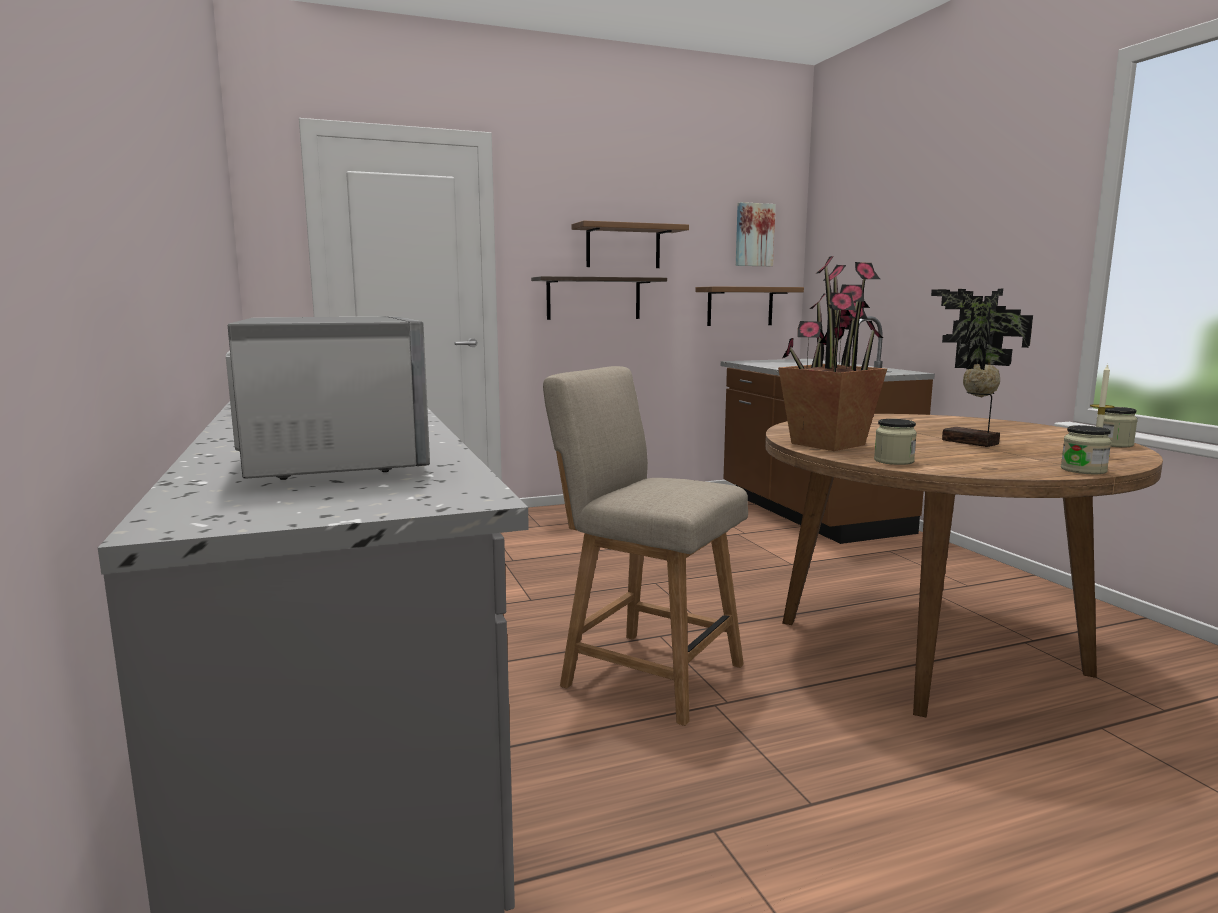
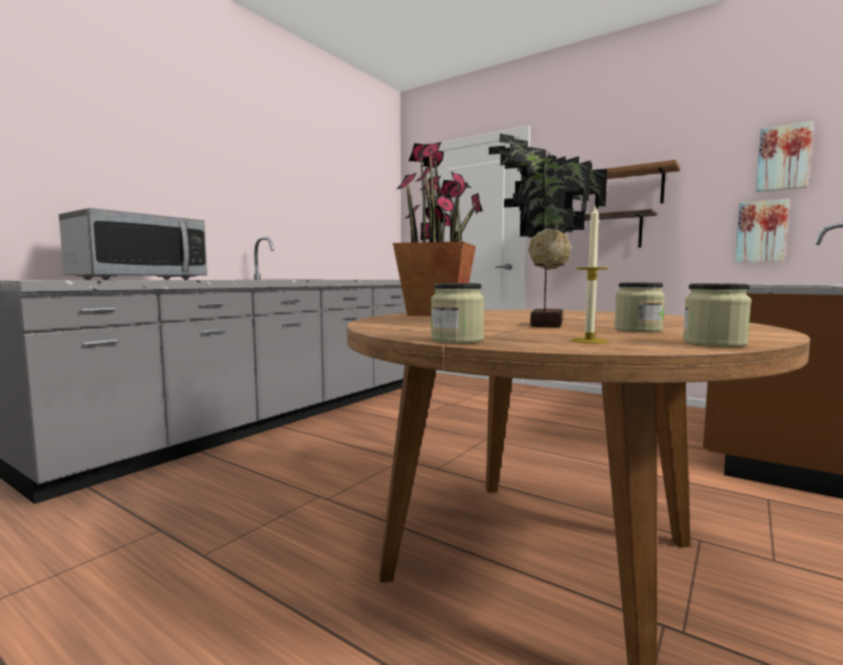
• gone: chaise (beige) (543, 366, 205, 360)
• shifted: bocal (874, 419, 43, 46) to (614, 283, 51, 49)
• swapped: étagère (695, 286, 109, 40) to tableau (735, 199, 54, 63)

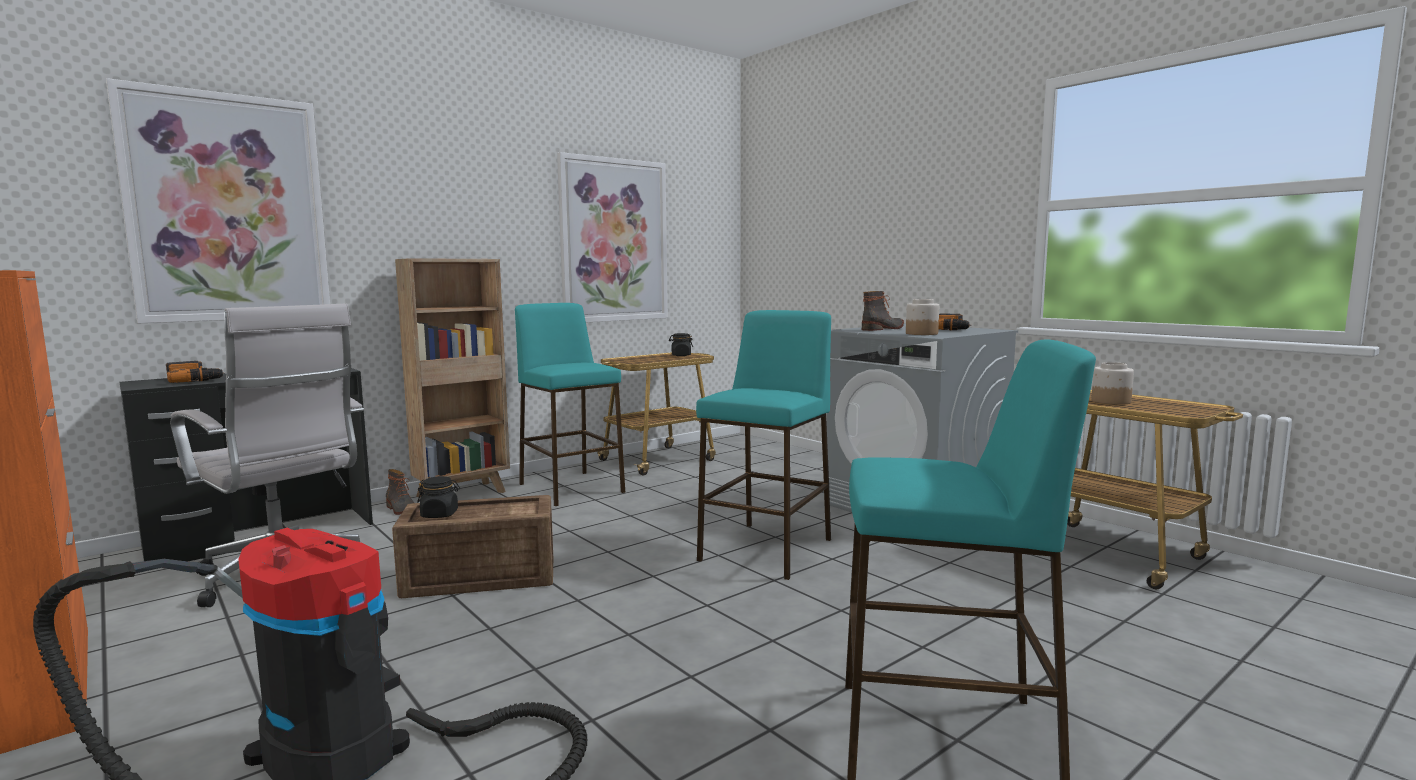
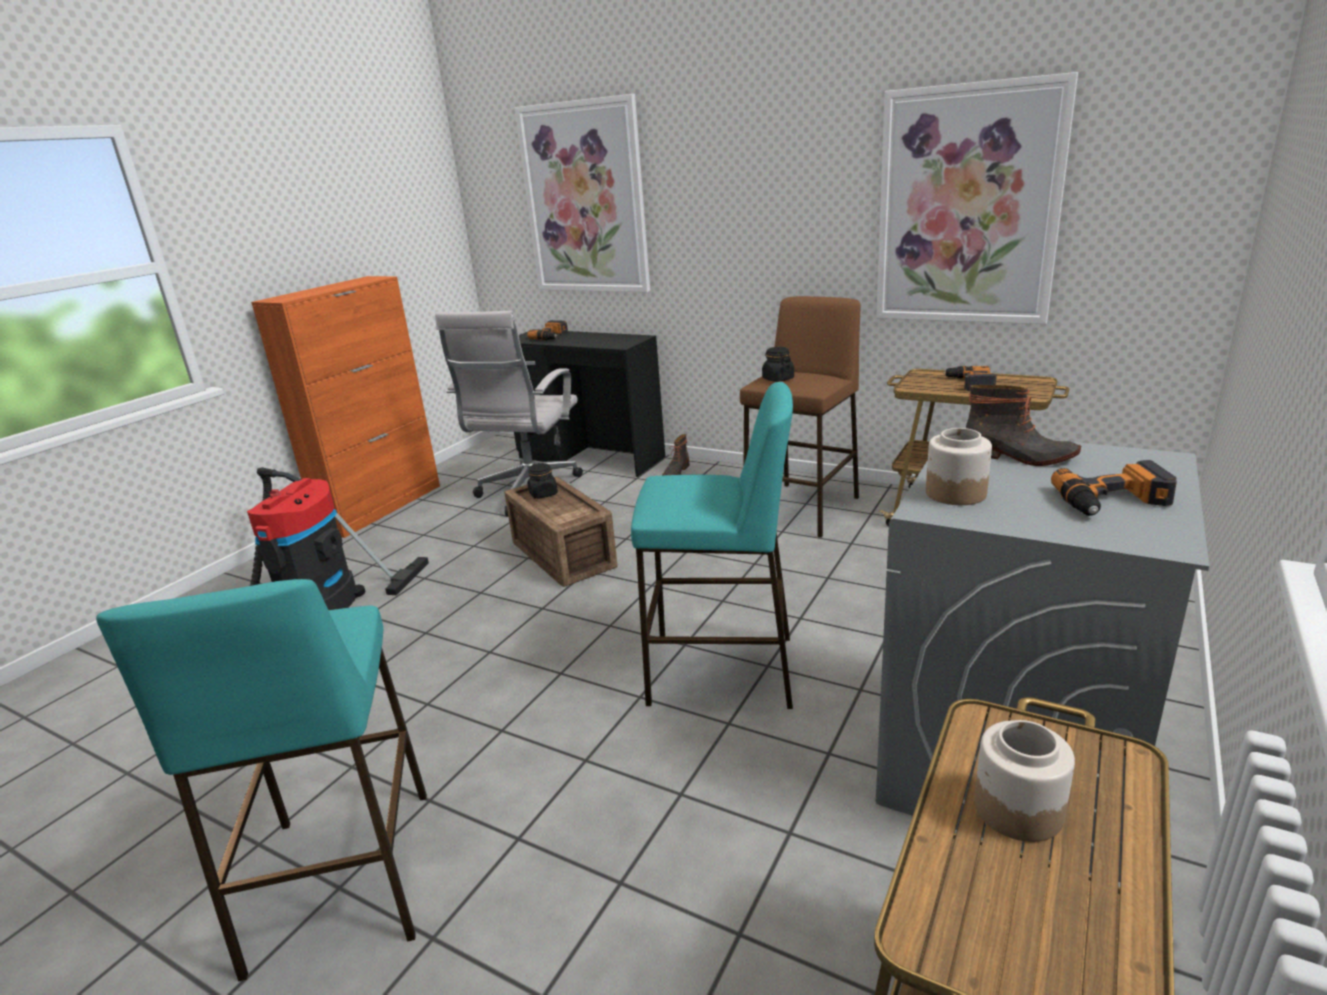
• gone: bibliothèque (marron) (395, 258, 115, 239)
• new: perceuse (943, 366, 54, 25)
• shifted: bocal (noir) (669, 333, 24, 23) to (762, 347, 32, 35)
• repainted: tabouret (turquoise) (515, 303, 110, 203) to tabouret (marron) (740, 296, 120, 242)

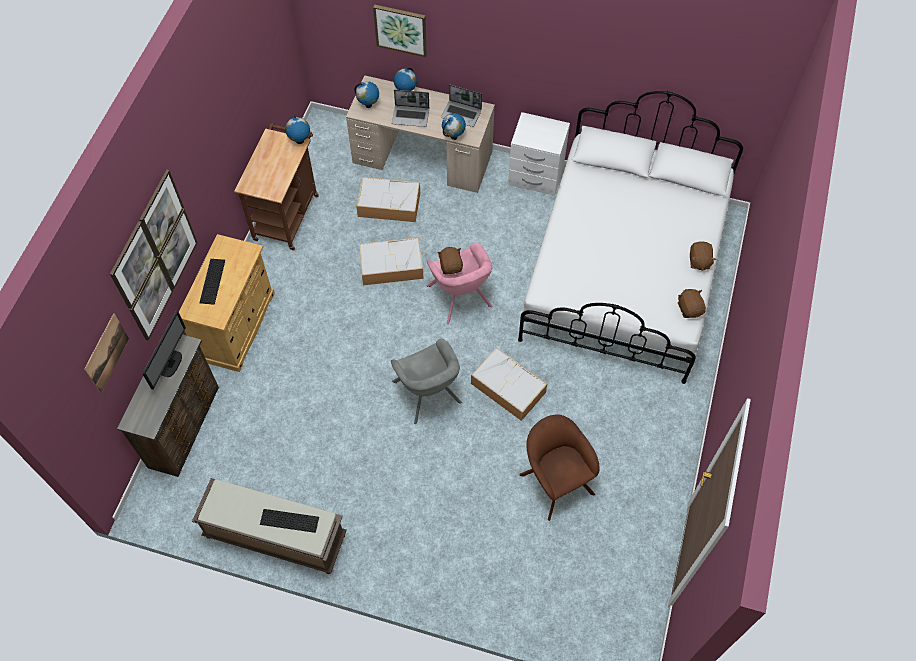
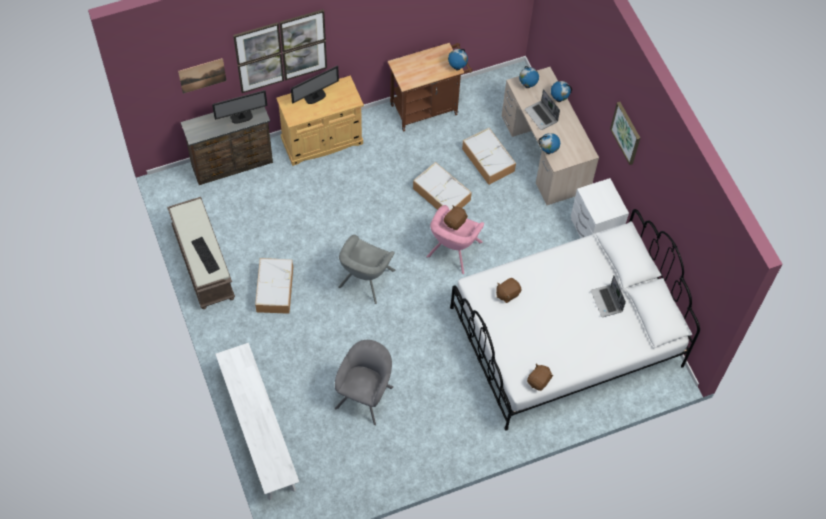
• new: banc (blanc) (215, 343, 84, 157)
• shifted: tableau (373, 4, 54, 53) to (610, 102, 30, 63)
• shifted: ordinateur portable (441, 85, 41, 42) to (591, 276, 35, 41)
• shifted: boîte de rangement (471, 347, 76, 74) to (255, 258, 38, 56)
• shifted: peluche (marron) (690, 241, 26, 30) to (496, 278, 26, 25)
• swapped: clavier (199, 259, 26, 46) to écran d'ordinateur (291, 65, 48, 39)
• repainted: fauteuil (marron) (519, 414, 81, 107) to fauteuil (gris) (335, 340, 58, 85)

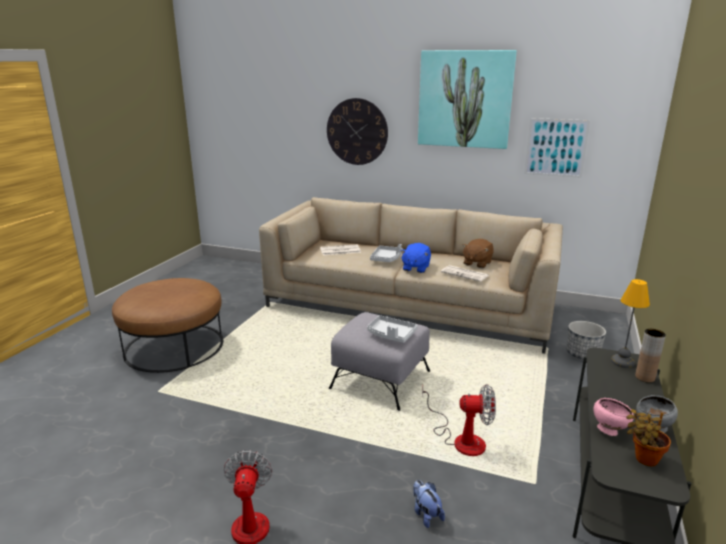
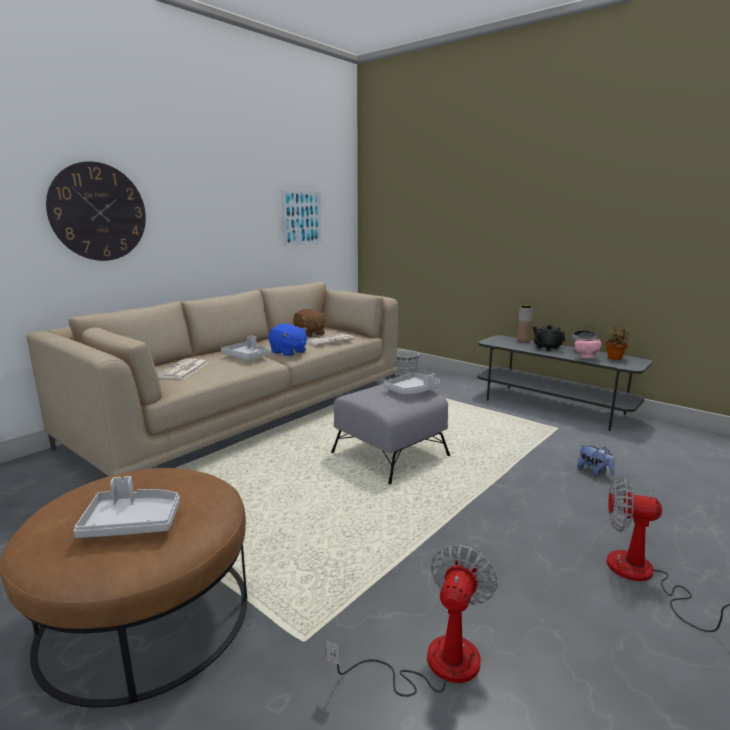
• gone: tableau (418, 50, 99, 99)
• gone: lampe de table (611, 279, 39, 89)
• new: plateau (gris) (73, 476, 107, 62)
• new: théière (noir) (533, 325, 32, 26)
• shifted: ventilateur (422, 384, 74, 72) to (326, 545, 172, 152)
• rotated: peluche (413, 480, 32, 48) = (577, 445, 38, 32) 120 degrees counterclockwise

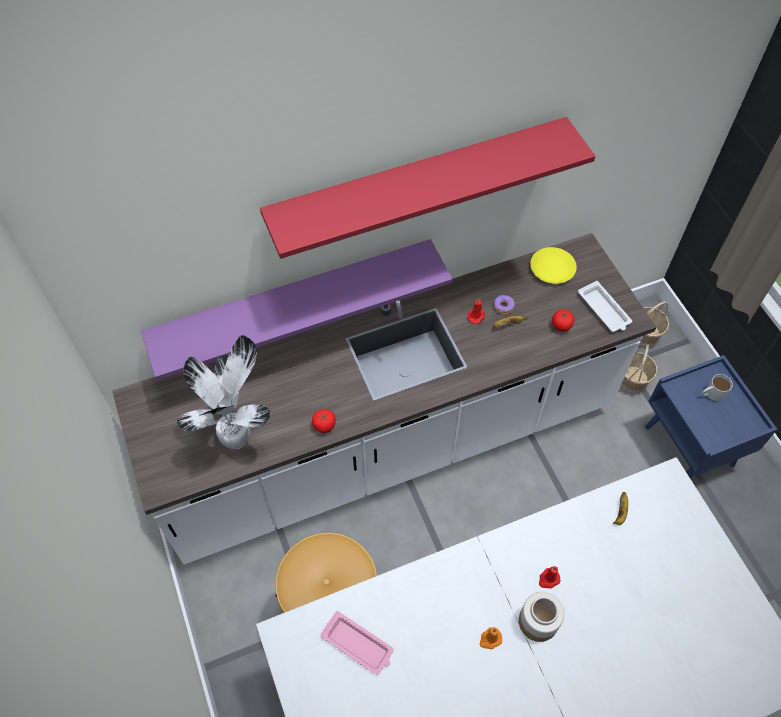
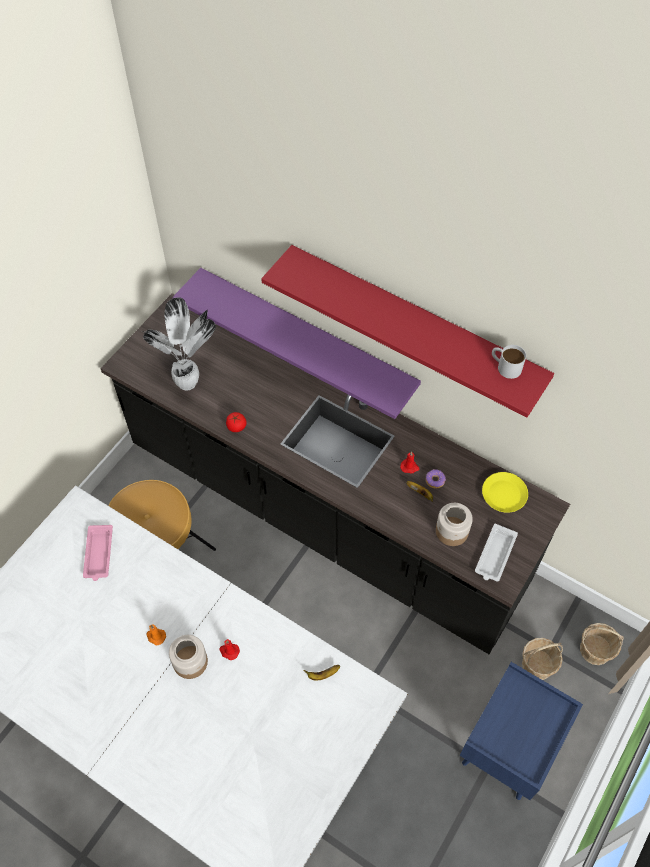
• shifted: mug (blanc) (701, 374, 32, 27) to (492, 345, 34, 34)
• swapped: tomate (552, 309, 22, 23) to bocal (436, 503, 37, 43)
• repainted: comptoir de cuisine (blanc) (112, 233, 544, 332) to comptoir de cuisine (noir) (100, 293, 470, 361)

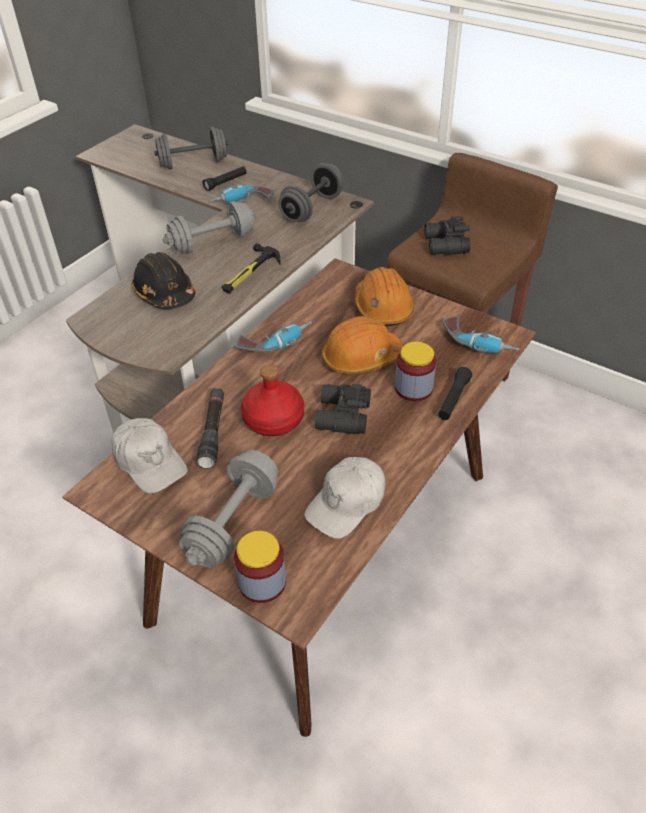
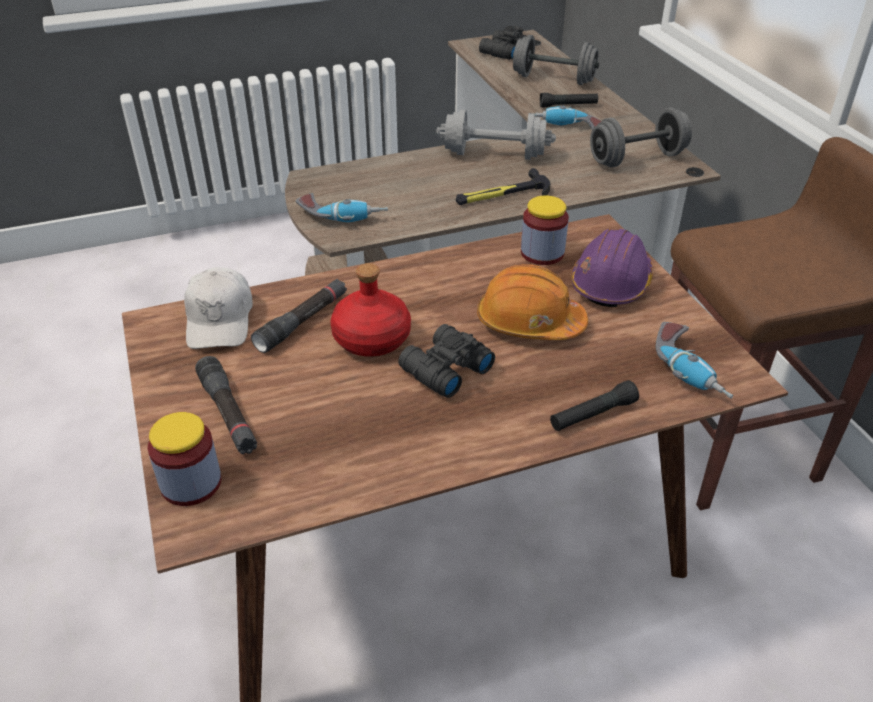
• gone: casque de chantier (noir) (132, 252, 63, 57)
• gone: casquette (blanc) (304, 457, 82, 82)
• shifted: perceuse (235, 321, 77, 31) to (296, 193, 92, 30)
• shifted: bocal (395, 342, 41, 59) to (521, 196, 48, 69)
• shifted: jumelles (noir) (424, 216, 47, 39) to (479, 26, 48, 34)
• swapped: haltère (gris) (179, 450, 99, 118) to lampe de poche (noir) (195, 356, 62, 98)
• repainted: casque de chantier (orange) (355, 267, 60, 59) to casque de chantier (violet) (571, 229, 82, 78)

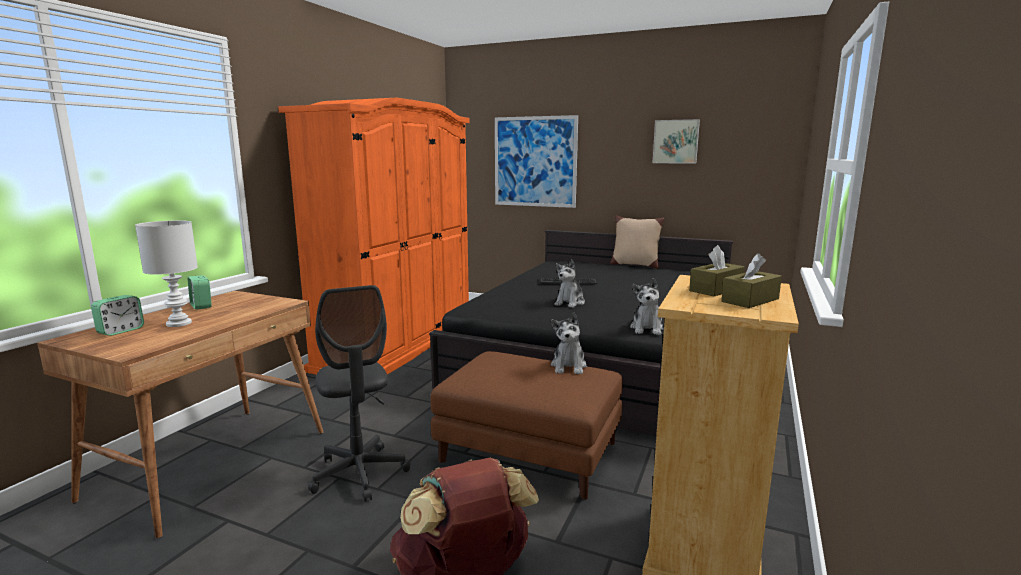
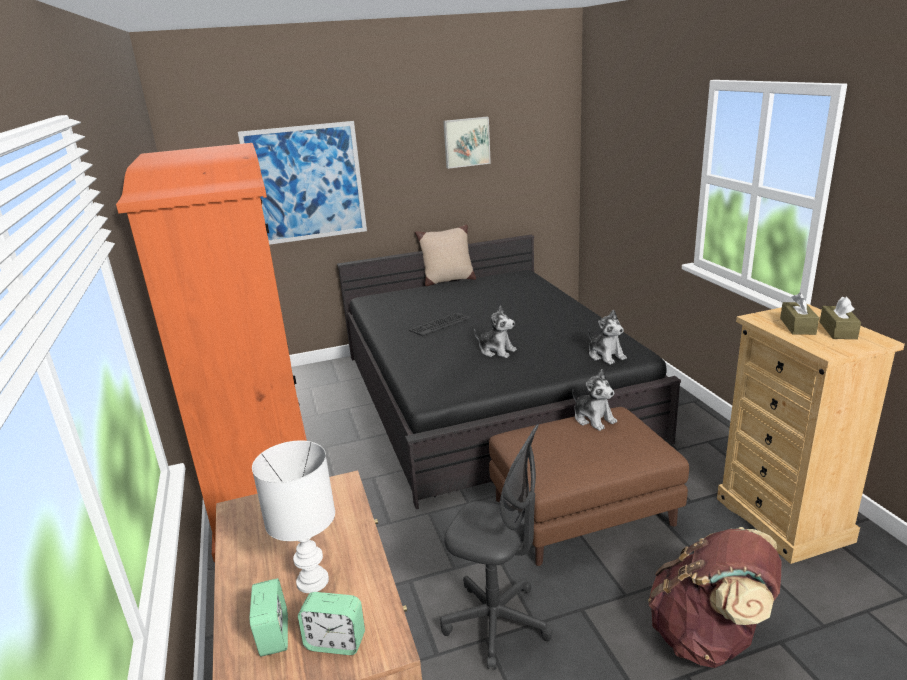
• shifted: réveil (188, 275, 24, 35) to (298, 592, 67, 63)
• rotated: peluche (555, 259, 30, 49) = (474, 306, 43, 52) 45 degrees counterclockwise

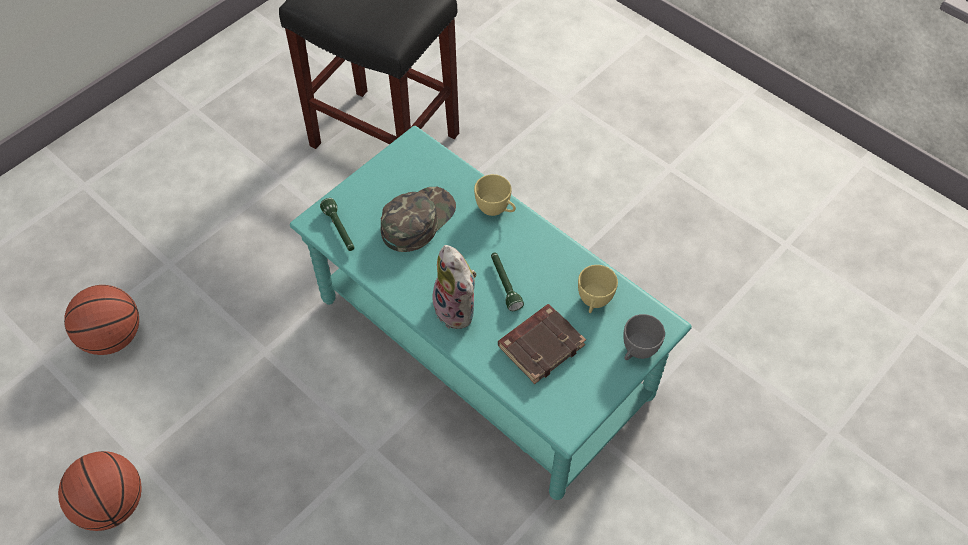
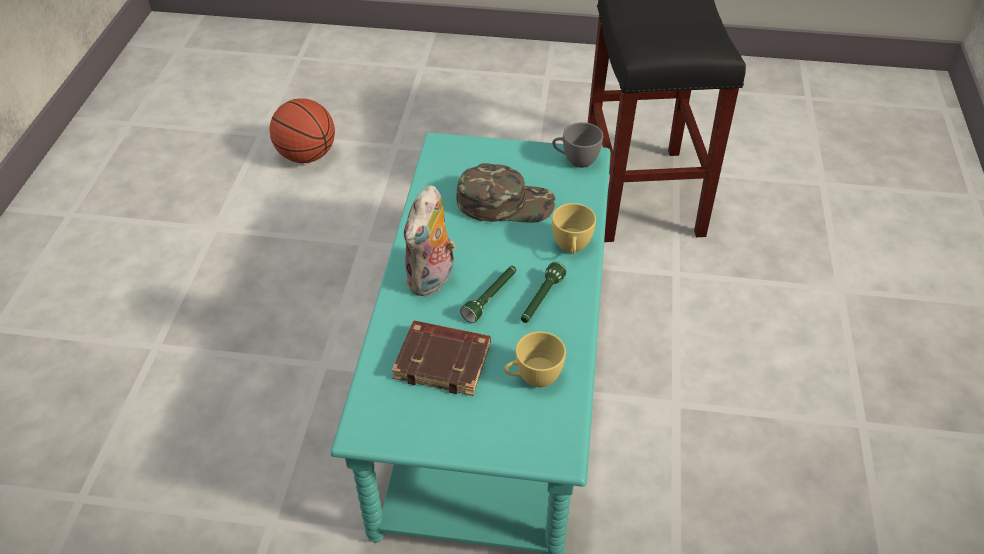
• gone: ballon de basket (58, 451, 84, 80)
• shifted: lampe de poche (vert) (320, 198, 34, 53) to (521, 262, 46, 61)
• shifted: tasse (gris) (623, 314, 42, 46) to (552, 122, 51, 46)

